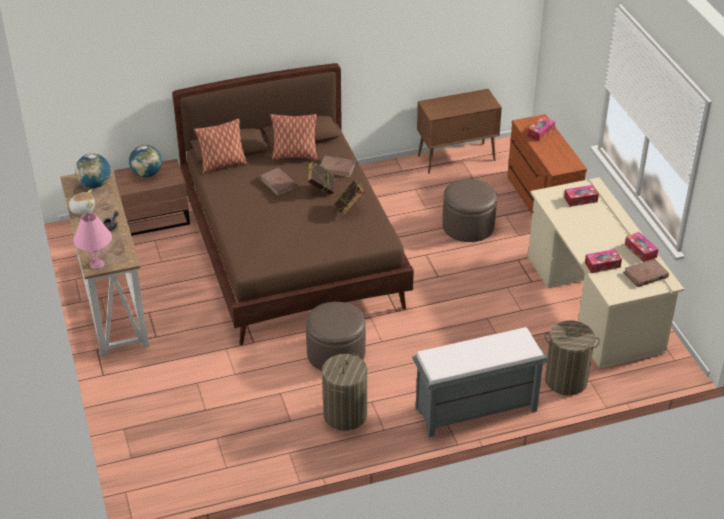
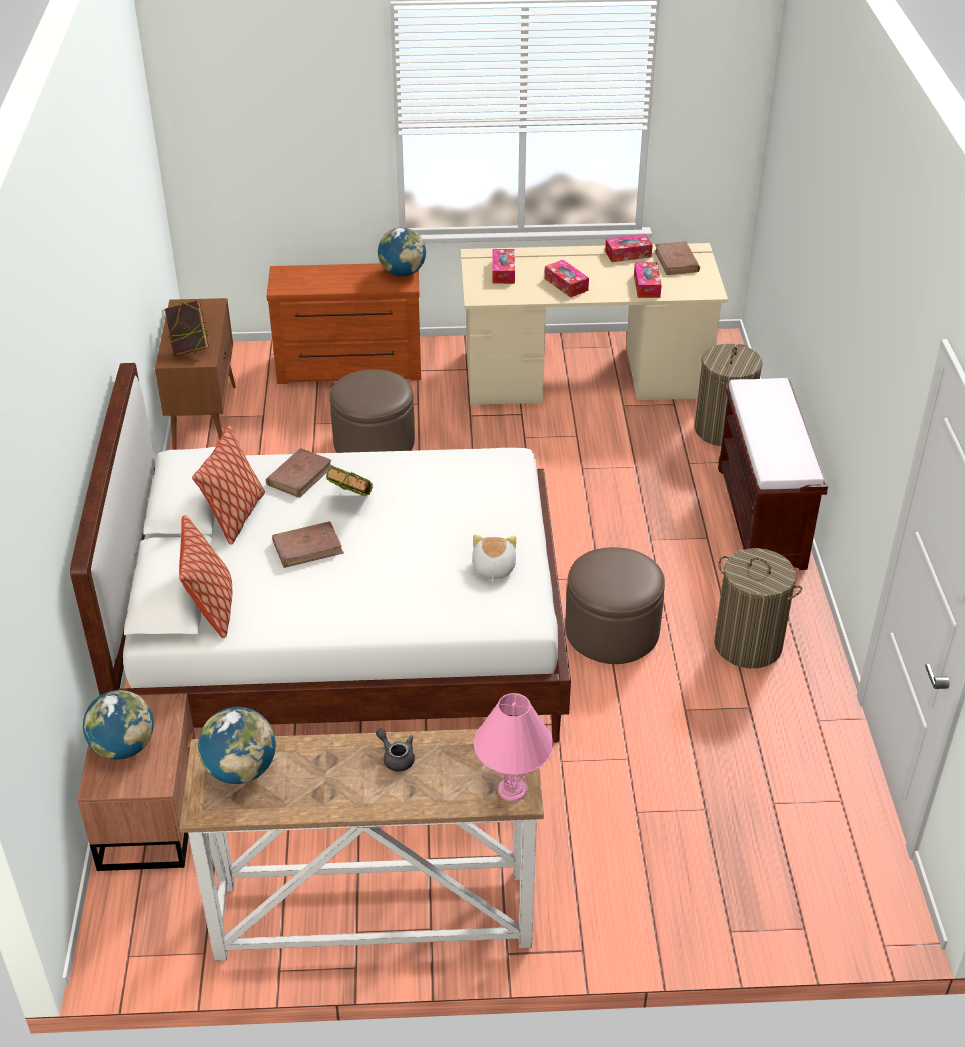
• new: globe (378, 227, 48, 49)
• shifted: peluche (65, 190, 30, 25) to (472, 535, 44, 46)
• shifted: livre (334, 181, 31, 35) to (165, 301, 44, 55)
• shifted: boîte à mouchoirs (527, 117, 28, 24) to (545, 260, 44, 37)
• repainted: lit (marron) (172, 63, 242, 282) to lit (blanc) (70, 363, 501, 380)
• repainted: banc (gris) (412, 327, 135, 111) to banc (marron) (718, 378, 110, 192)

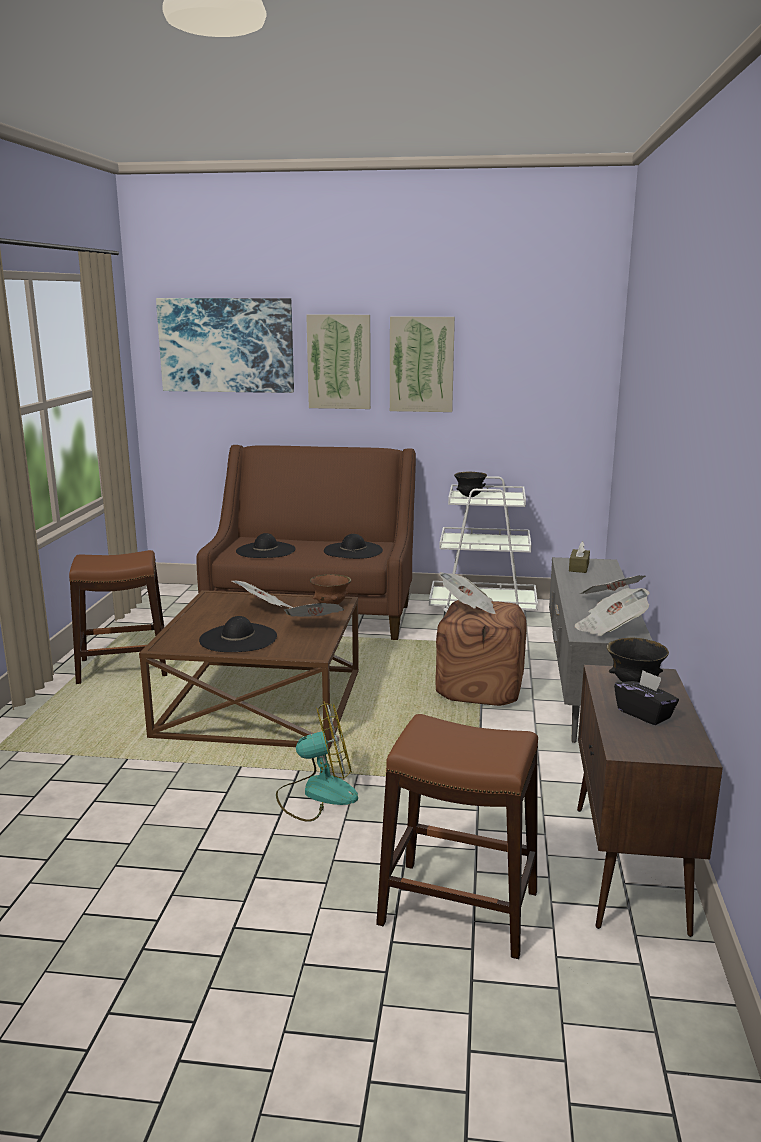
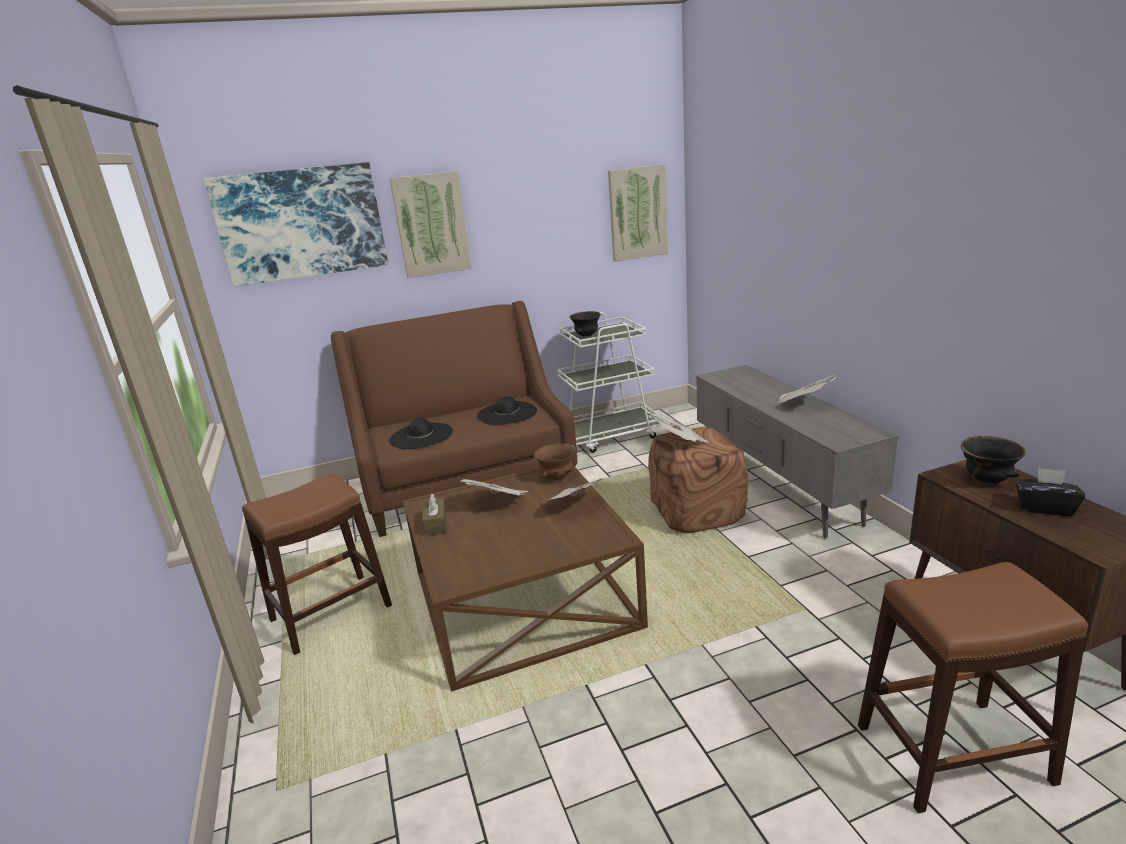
• gone: chapeau (noir) (199, 616, 78, 36)
• gone: ventilateur (276, 701, 82, 121)
• gone: journal (575, 588, 75, 48)
• shifted: tableau (390, 317, 65, 95) to (608, 164, 60, 98)
• shifted: boîte à mouchoirs (marron) (569, 541, 21, 32) to (422, 494, 25, 42)

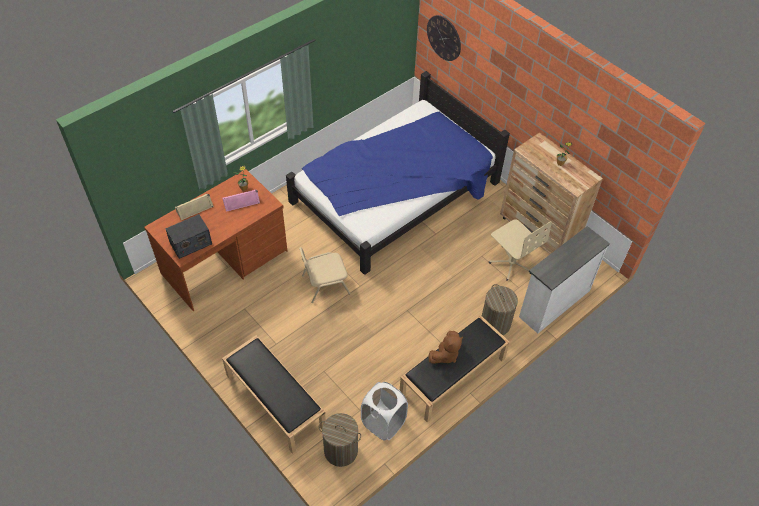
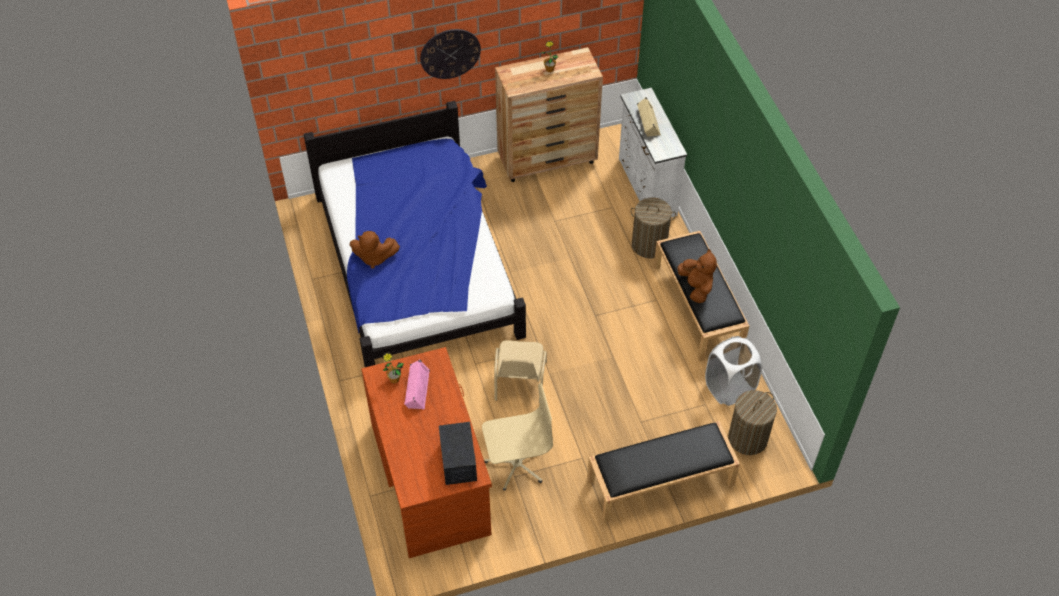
• new: peluche (marron) (349, 231, 51, 38)
• shifted: enceinte (beige) (175, 194, 39, 26) to (637, 97, 24, 40)
• shifted: horloge murale (427, 15, 34, 46) to (420, 29, 61, 50)
• shifted: chaise de bureau (beige) (489, 219, 63, 62) to (482, 383, 71, 108)

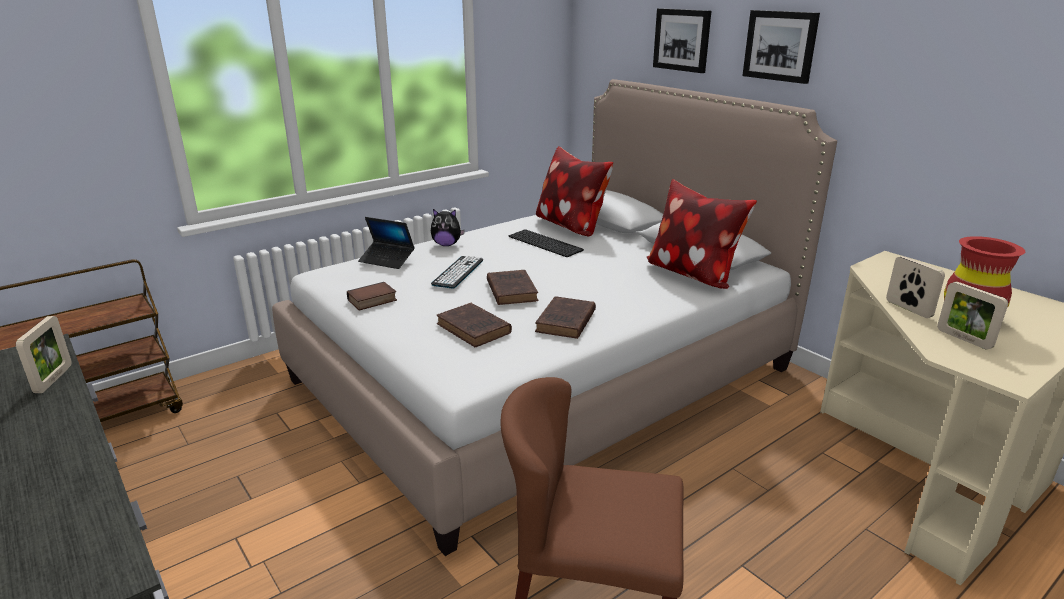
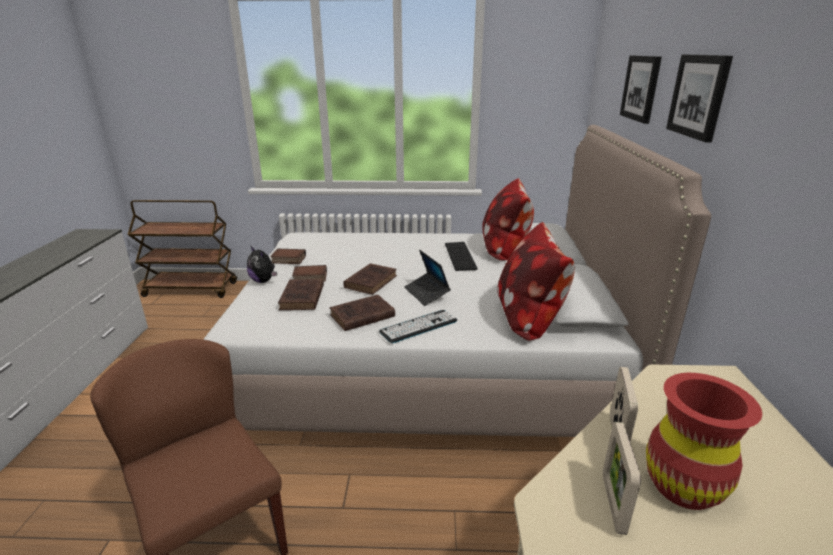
• gone: cadre photo (16, 316, 55, 77)
• new: livre (292, 265, 35, 17)
• shifted: ordinateur portable (358, 217, 57, 52) to (405, 250, 46, 56)
• shifted: peluche (431, 209, 34, 37) to (247, 245, 30, 38)
• shifted: clavier (431, 256, 52, 32) to (379, 310, 78, 33)

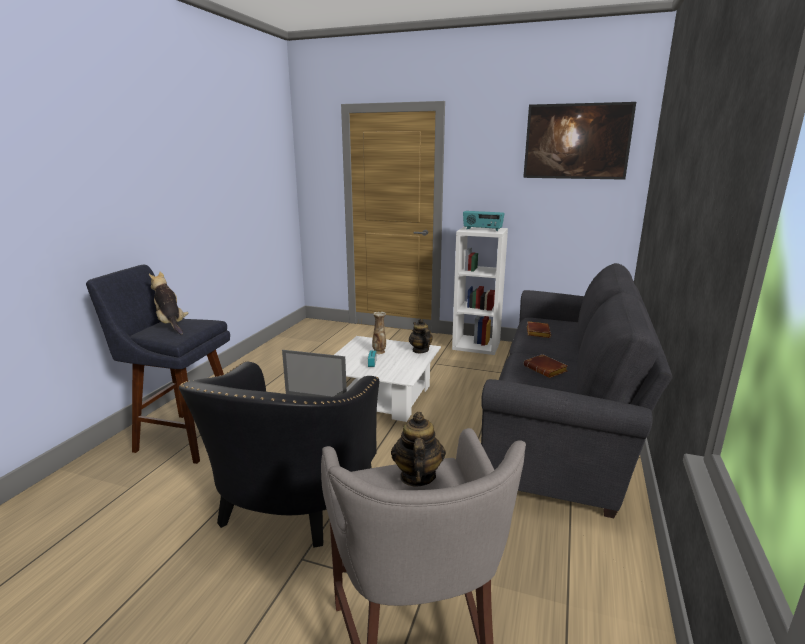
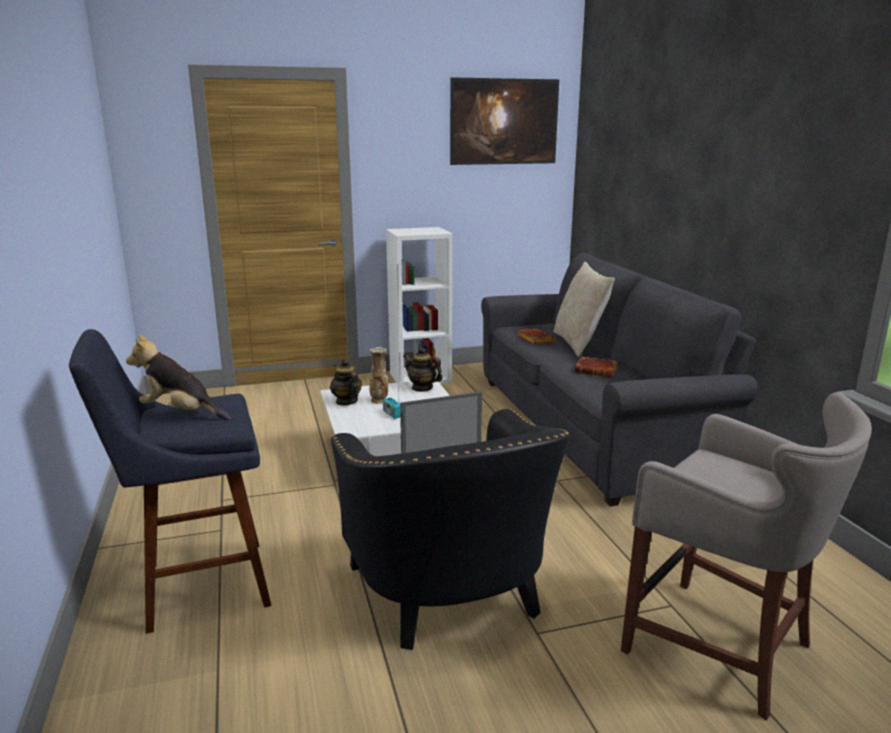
• gone: radio (463, 211, 42, 20)
• new: coussin (beige) (553, 262, 62, 95)
• shifted: théière (391, 412, 55, 75) to (330, 359, 32, 47)

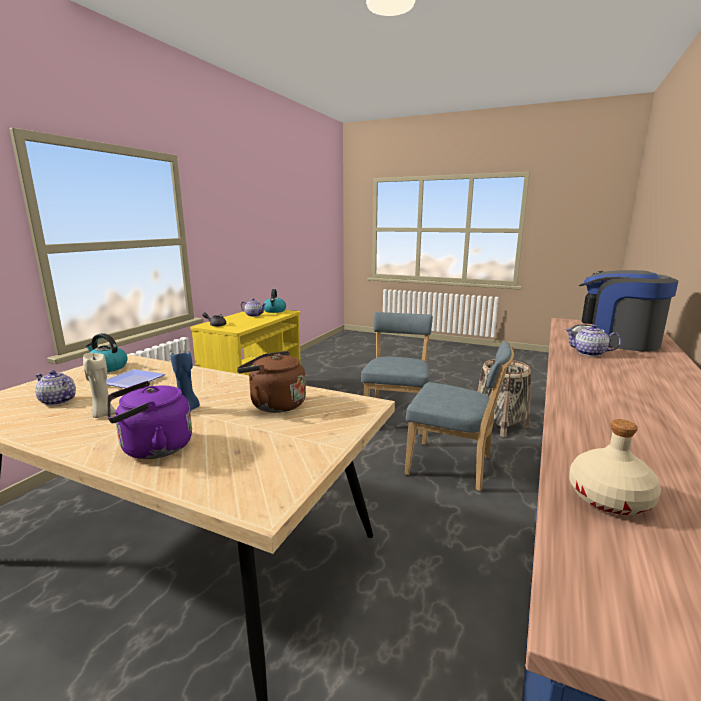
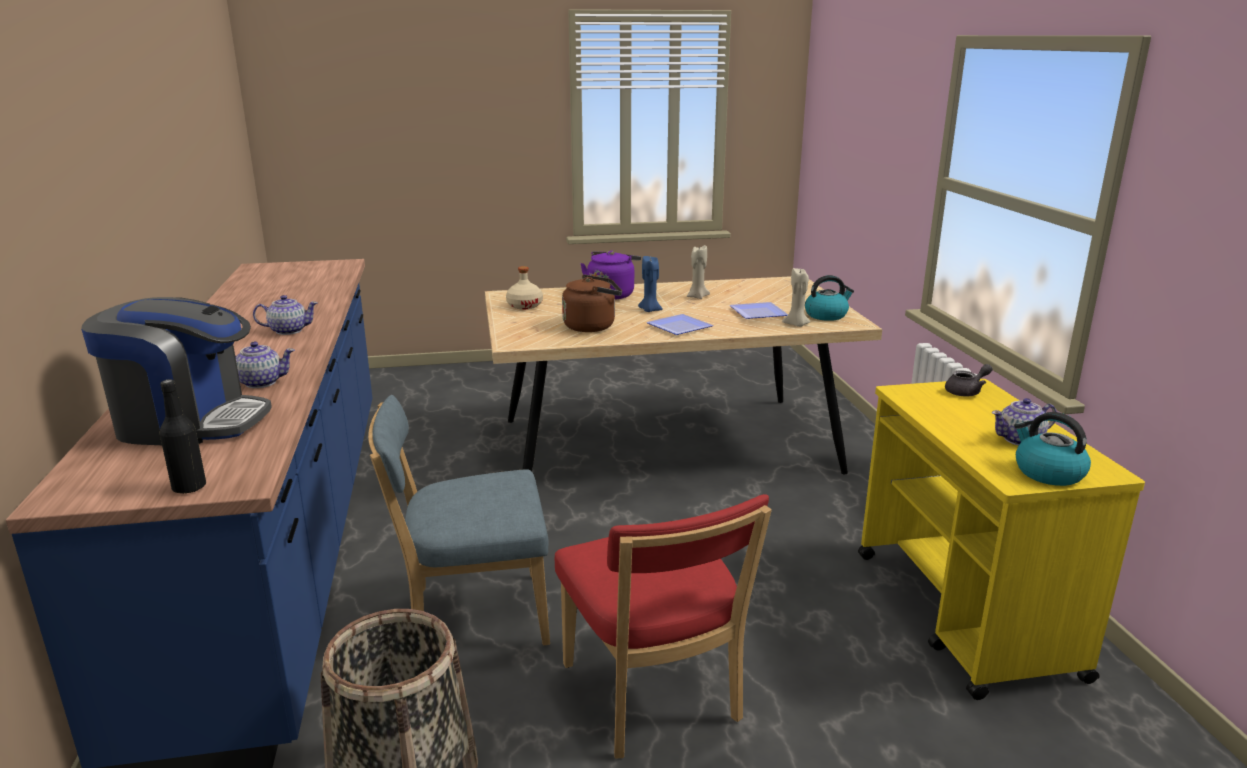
• new: assiette (647, 314, 66, 21)
• new: bougie (beige) (782, 268, 29, 59)
• shifted: théière (35, 370, 41, 36) to (253, 295, 65, 40)
• shifted: bouteille (beige) (569, 419, 92, 96) to (506, 266, 37, 43)
• repainted: chaise (bleu) (361, 312, 72, 123) to chaise (rouge) (555, 494, 217, 264)

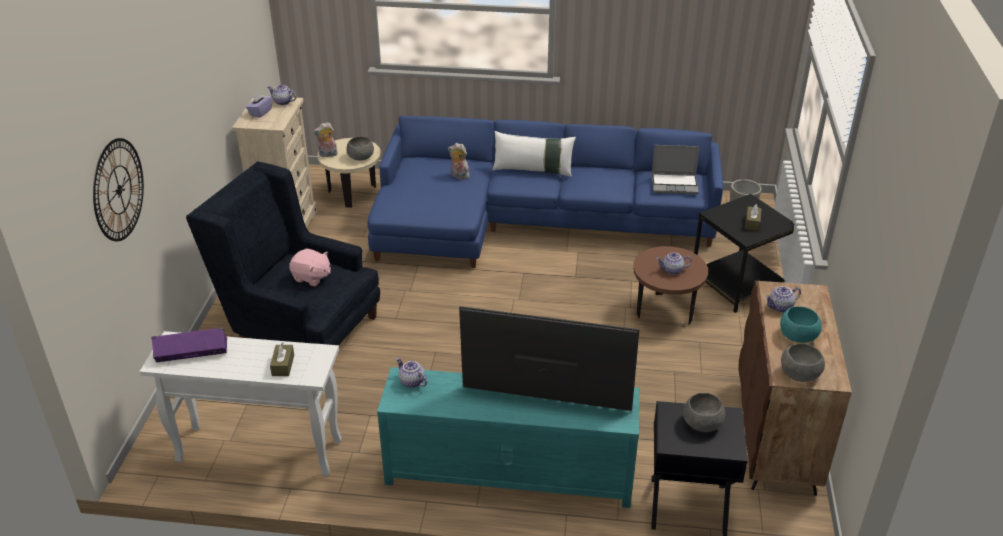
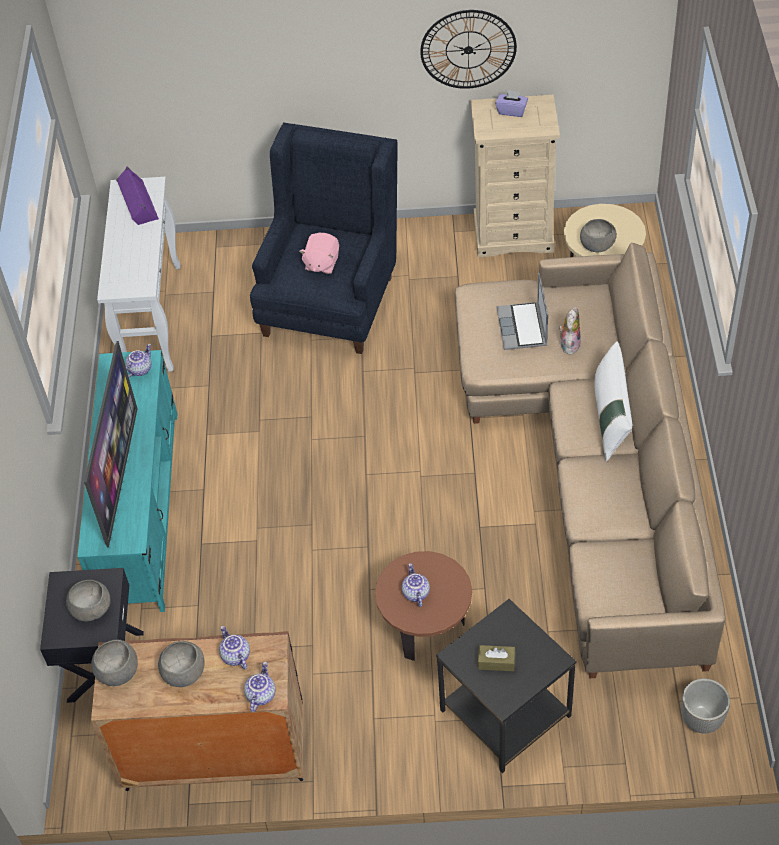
• gone: boîte à mouchoirs (marron) (270, 342, 24, 34)
• gone: peluche (313, 122, 25, 35)
• shifted: horloge murale (93, 138, 51, 104) to (420, 10, 97, 79)
• shifted: théière (267, 84, 30, 21) to (244, 662, 31, 50)
• shifted: ordinateur portable (652, 145, 48, 49) to (497, 273, 51, 77)
• repainted: canapé (bleu) (368, 115, 355, 153) to canapé (beige) (454, 243, 272, 435)
• repainted: bol (turquoise) (780, 306, 42, 37) to bol (gris) (158, 641, 47, 46)

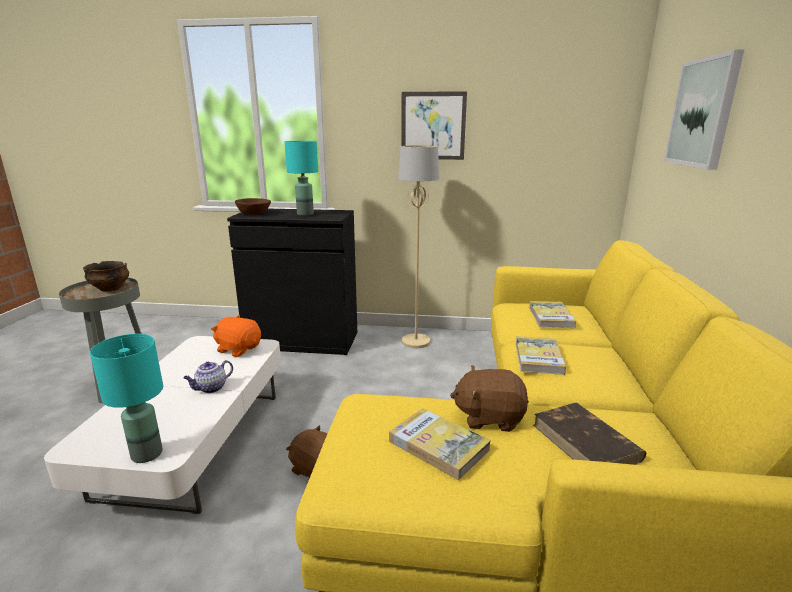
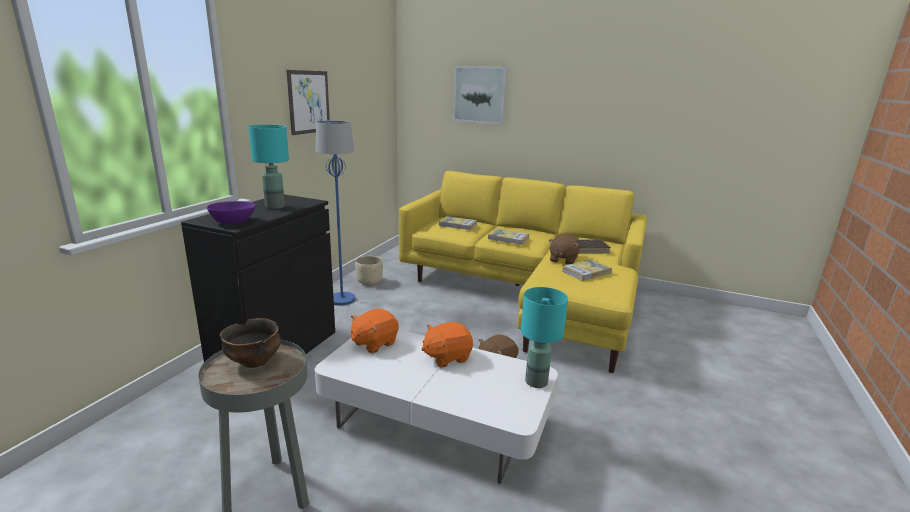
• new: cache-pot (beige) (355, 256, 28, 29)
• swapped: théière (183, 360, 50, 33) to peluche (orange) (421, 322, 52, 46)
• repainted: bol (marron) (235, 198, 36, 17) to bol (violet) (207, 201, 49, 23)
• repainted: lampadaire (beige) (398, 145, 41, 203) to lampadaire (bleu) (316, 121, 40, 184)

